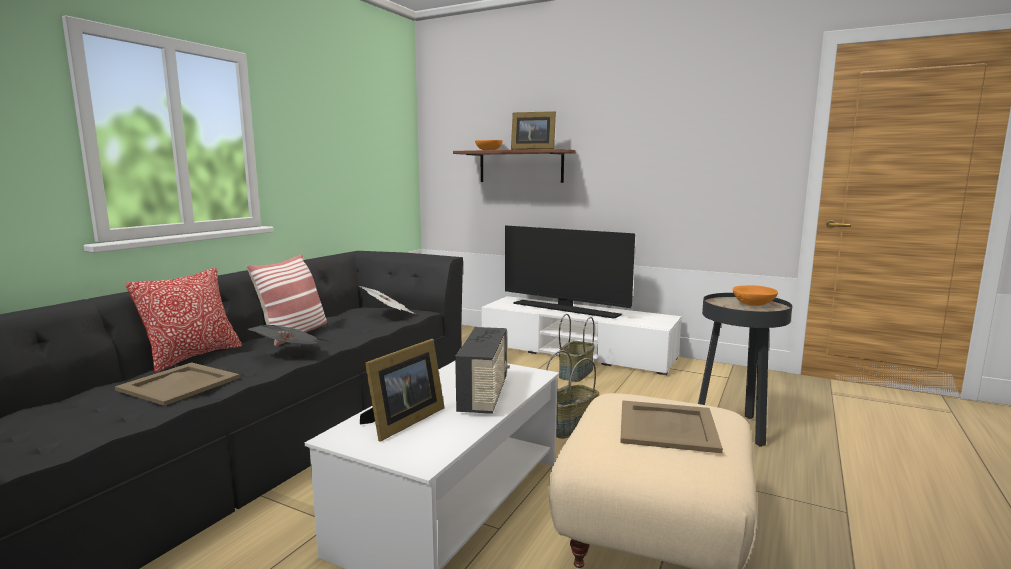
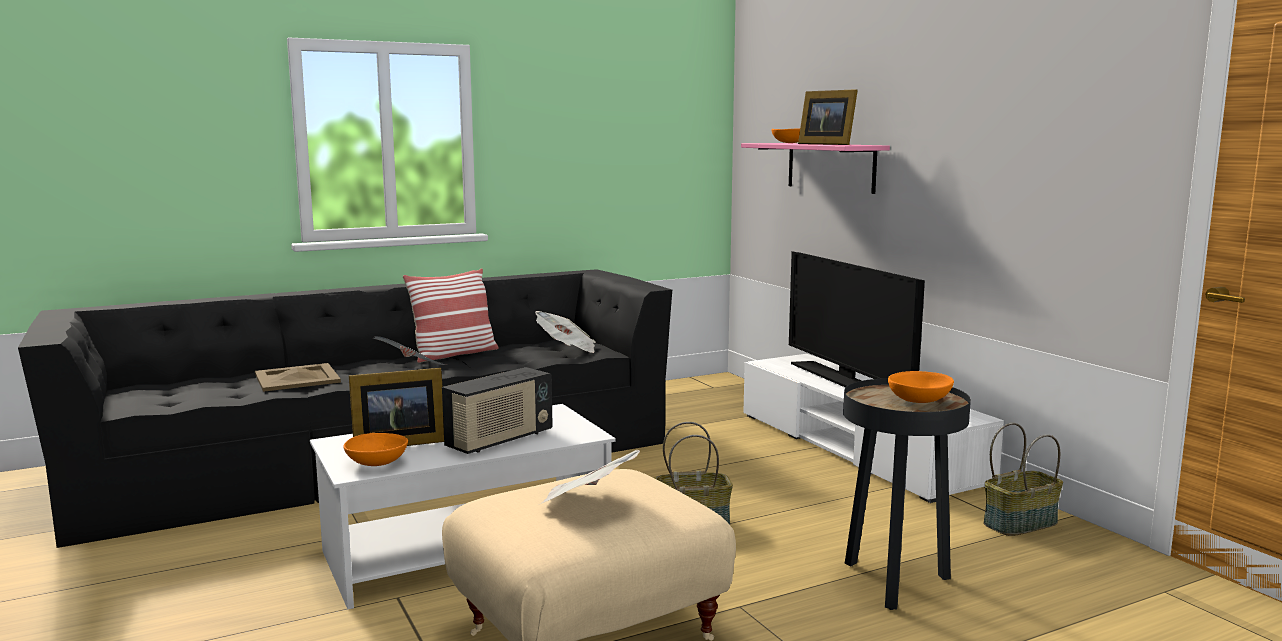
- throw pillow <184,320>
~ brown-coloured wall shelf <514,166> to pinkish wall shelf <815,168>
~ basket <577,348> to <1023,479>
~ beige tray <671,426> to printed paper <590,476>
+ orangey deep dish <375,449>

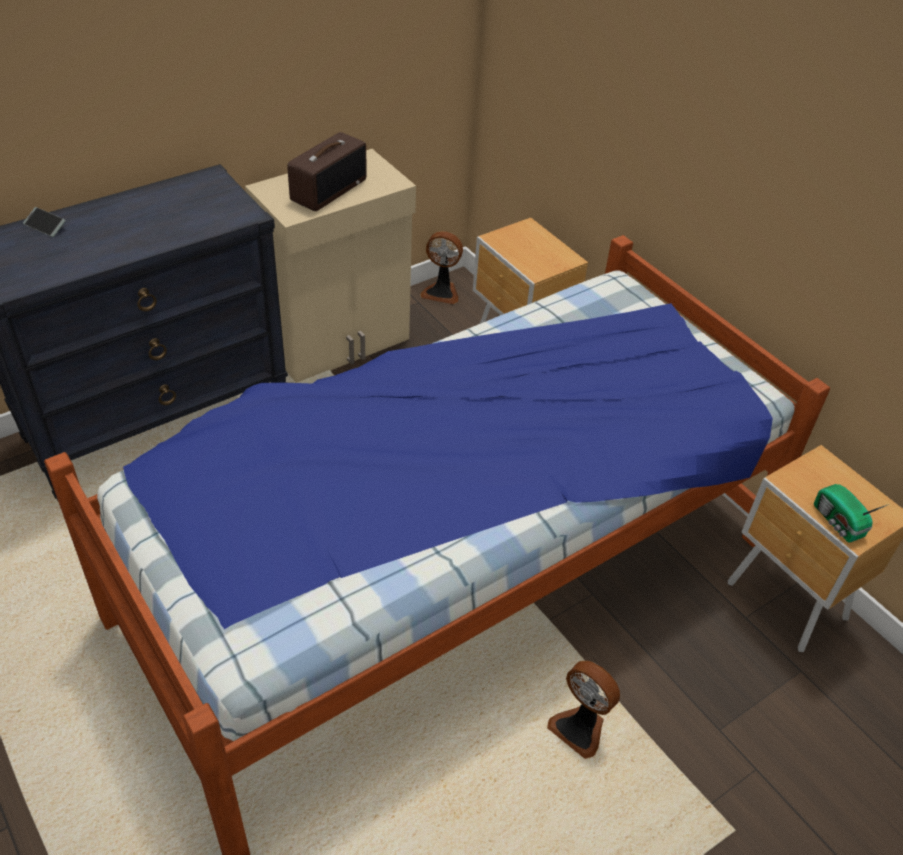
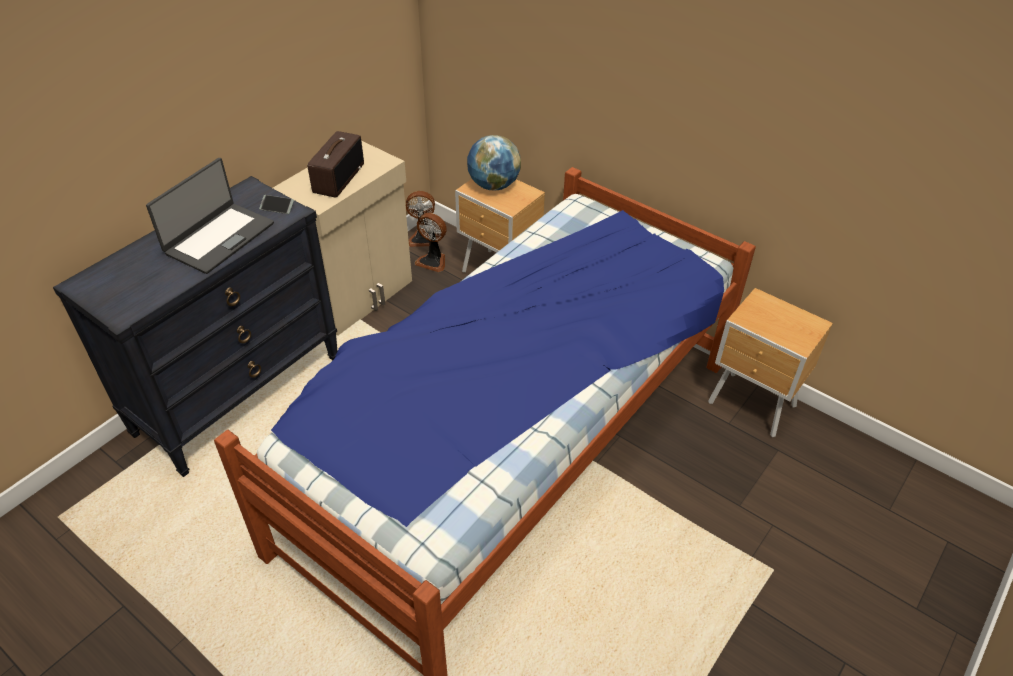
~ handset <44,222> to <276,204>
~ fan <583,710> to <431,242>
- radio receiver <851,513>
+ portable computer <210,216>
+ world globe <494,163>

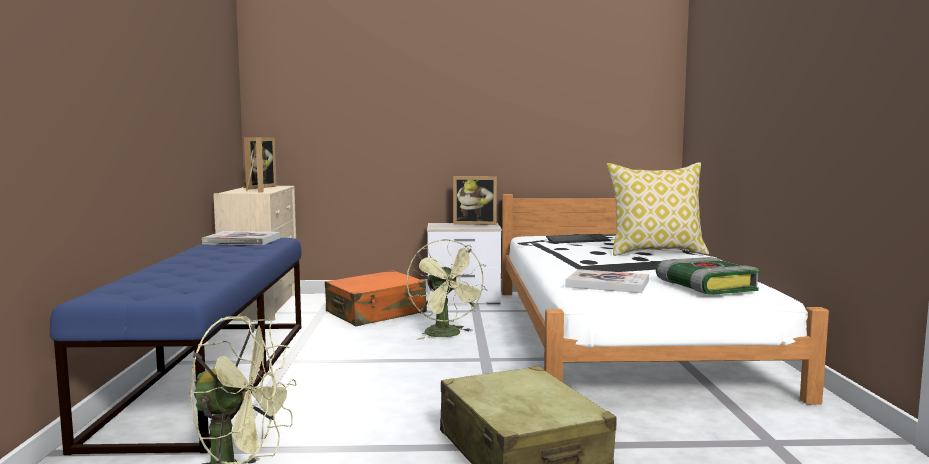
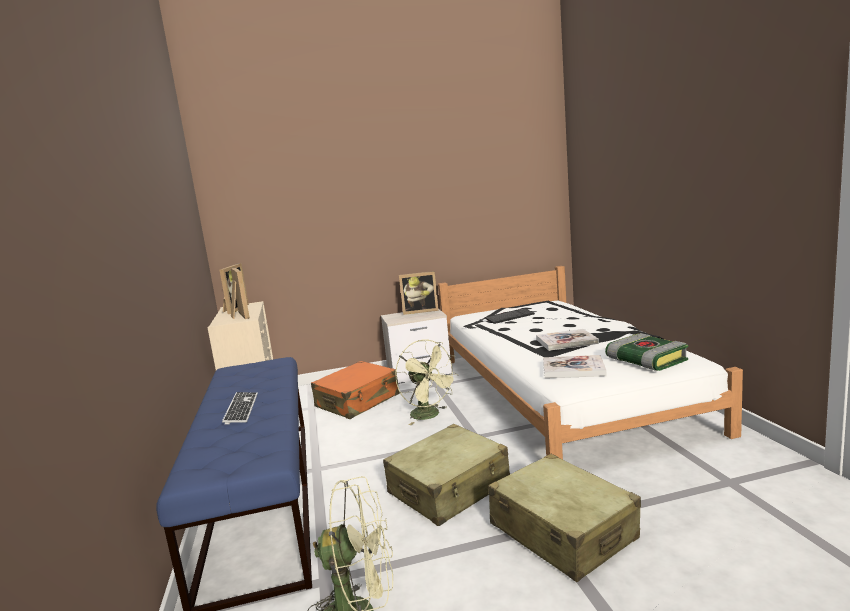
~ volume <241,238> to <567,340>
- throw pillow <658,209>
+ keyboard <240,408>
+ beige suitcase <446,475>

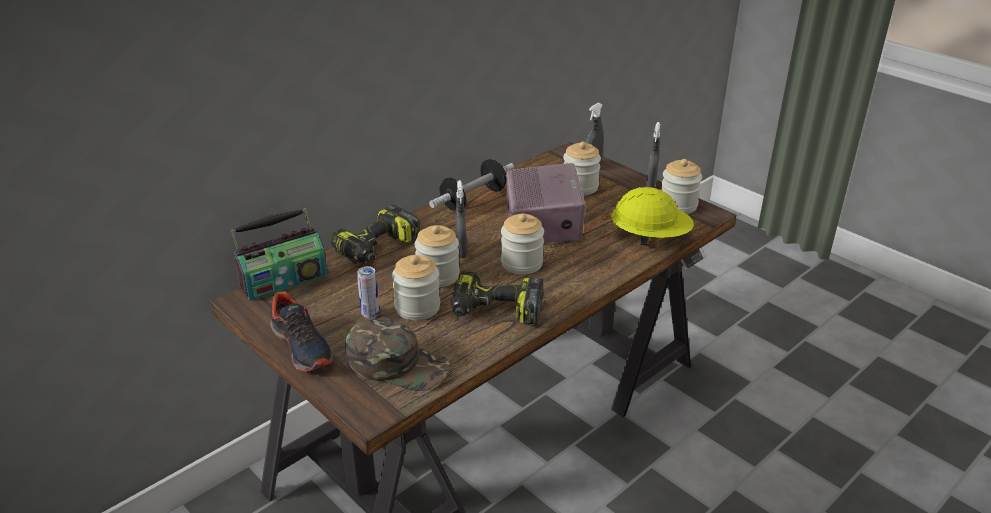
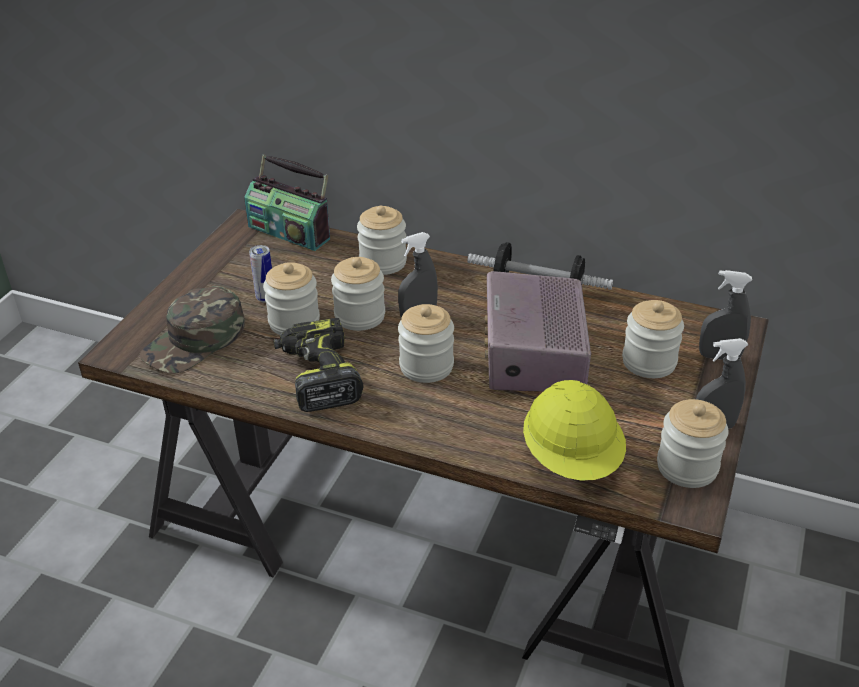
- shoe <301,331>
~ electric drill <375,234> to jar <382,240>
~ green cap <397,354> = <192,329> 45 degrees clockwise
~ radio receiver <546,202> = <537,331> 120 degrees clockwise

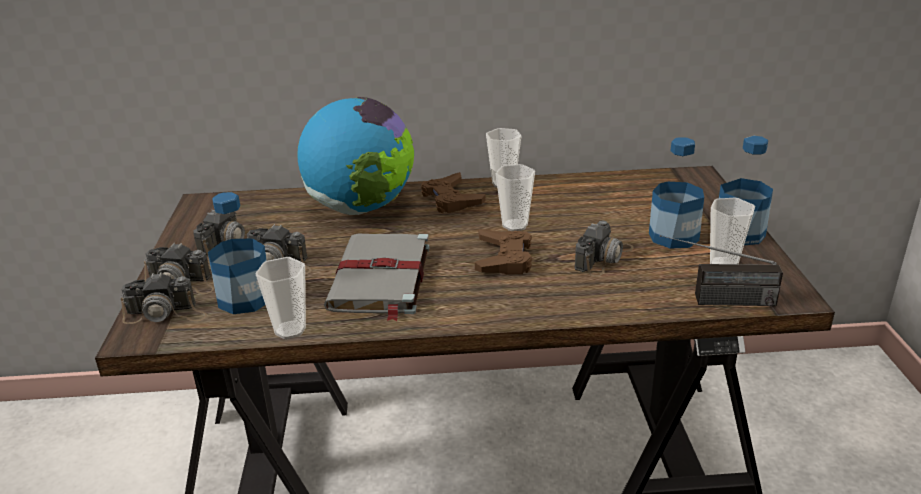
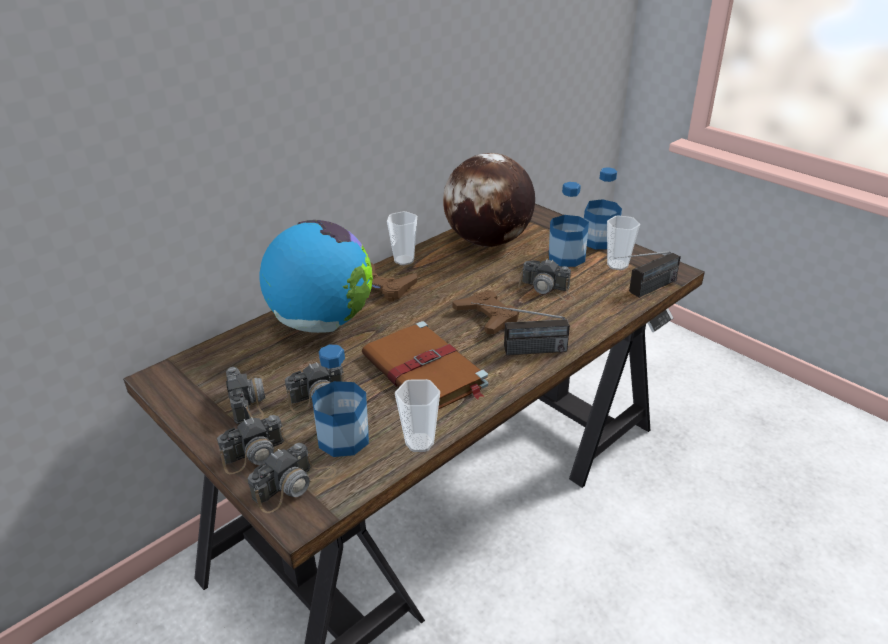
~ greyish volume <376,277> to brown-coloured volume <425,365>
- small cup <515,197>
~ still camera <604,248> = <547,280> 120 degrees clockwise
+ world globe <489,200>
+ radio receiver <520,328>

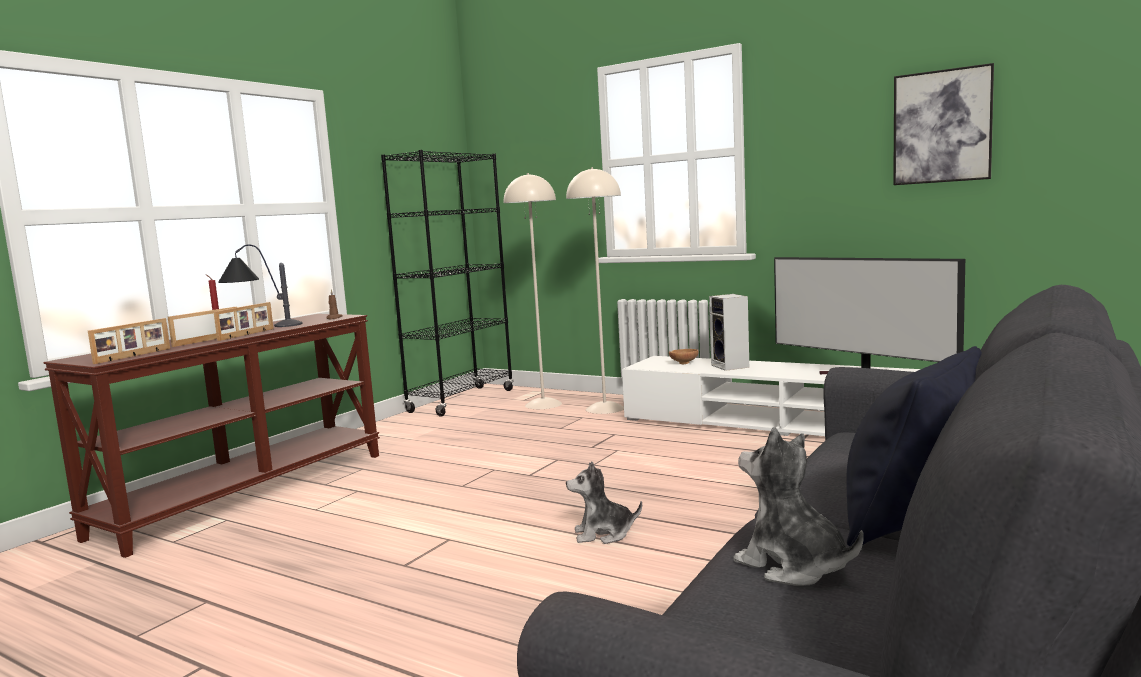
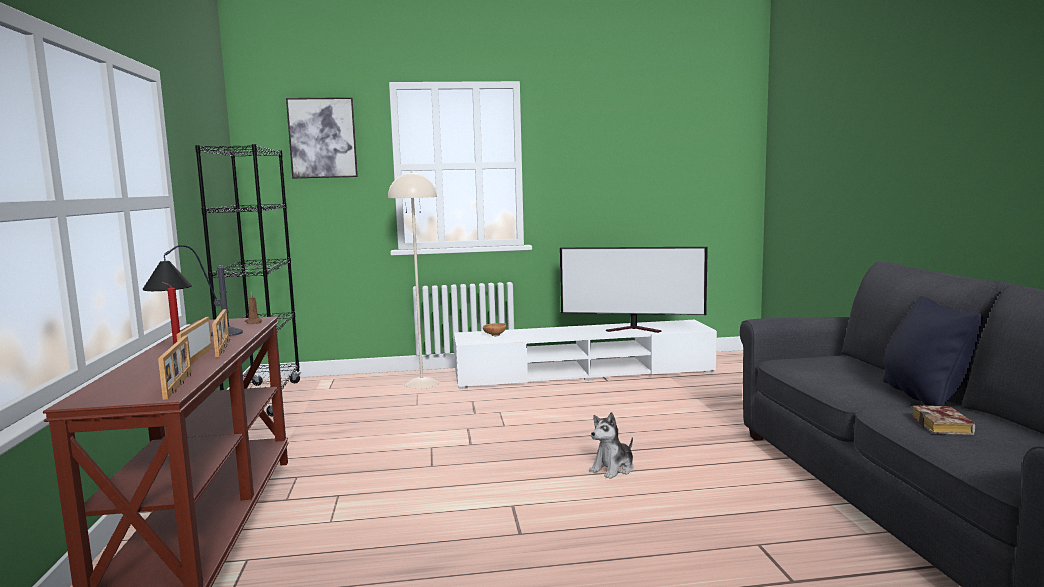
- beige standard lamp <533,291>
- speaker <729,332>
~ soft toy <798,506> to volume <943,420>
~ wall picture <943,124> to <322,138>

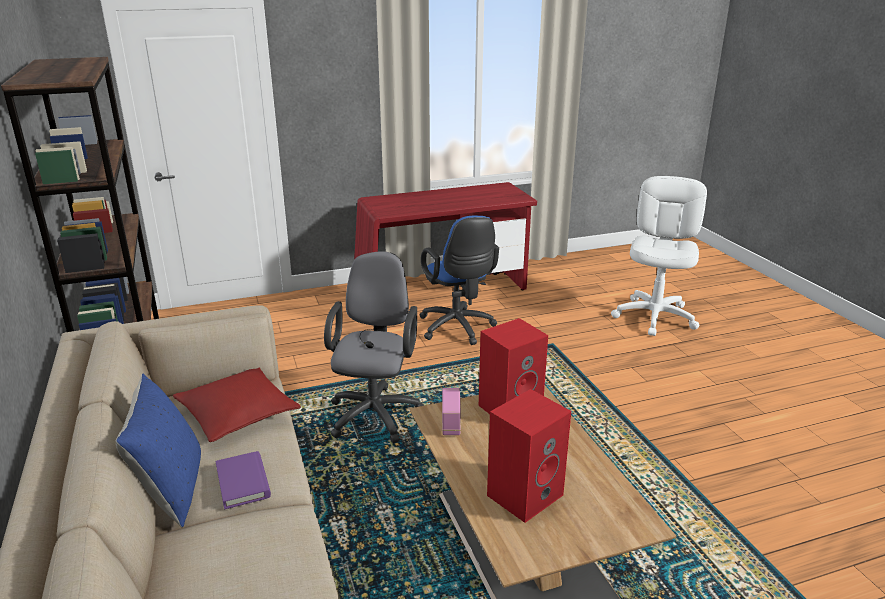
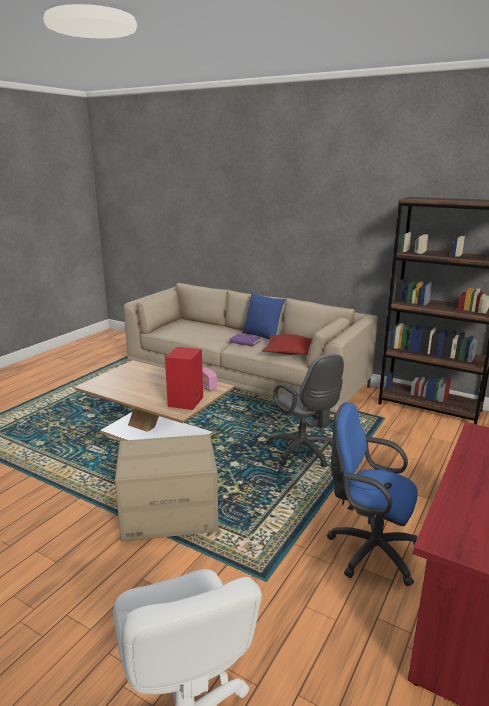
- red speaker <529,456>
+ cardboard box <166,488>

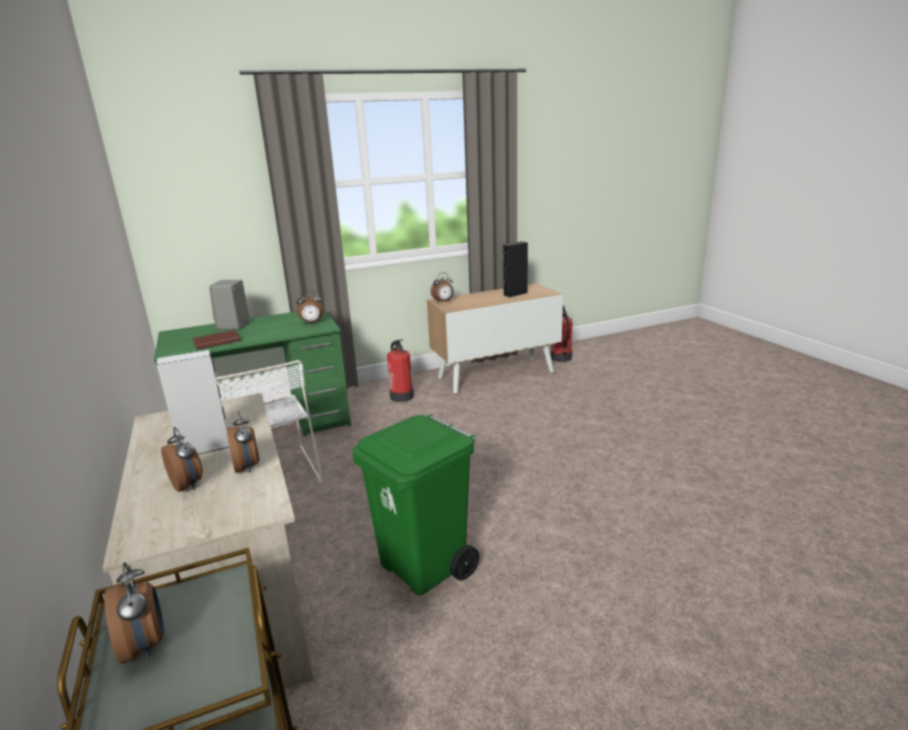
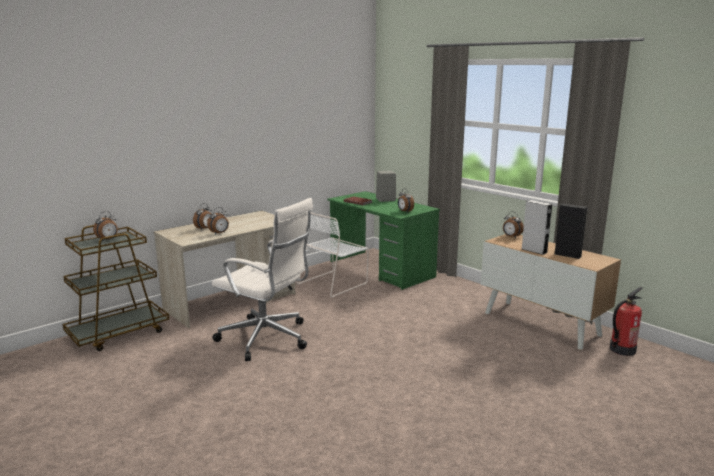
~ greyish speaker <193,402> to <537,227>
~ green rubbish bin <415,505> to white office chair <262,279>
- fire-fighting cylinder <400,371>

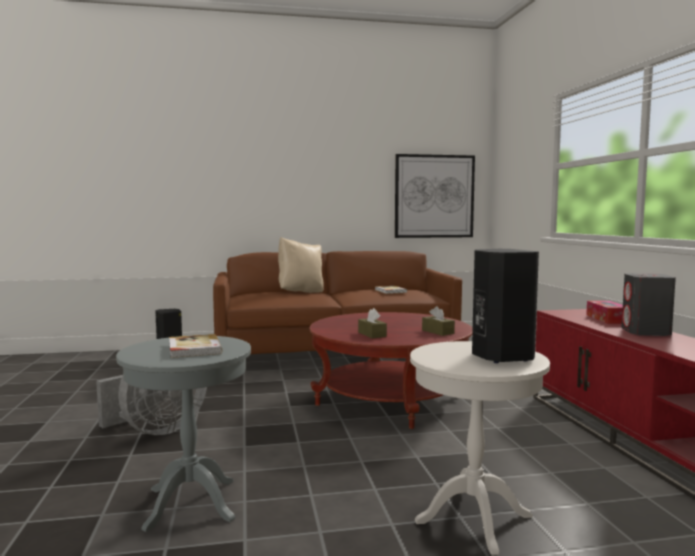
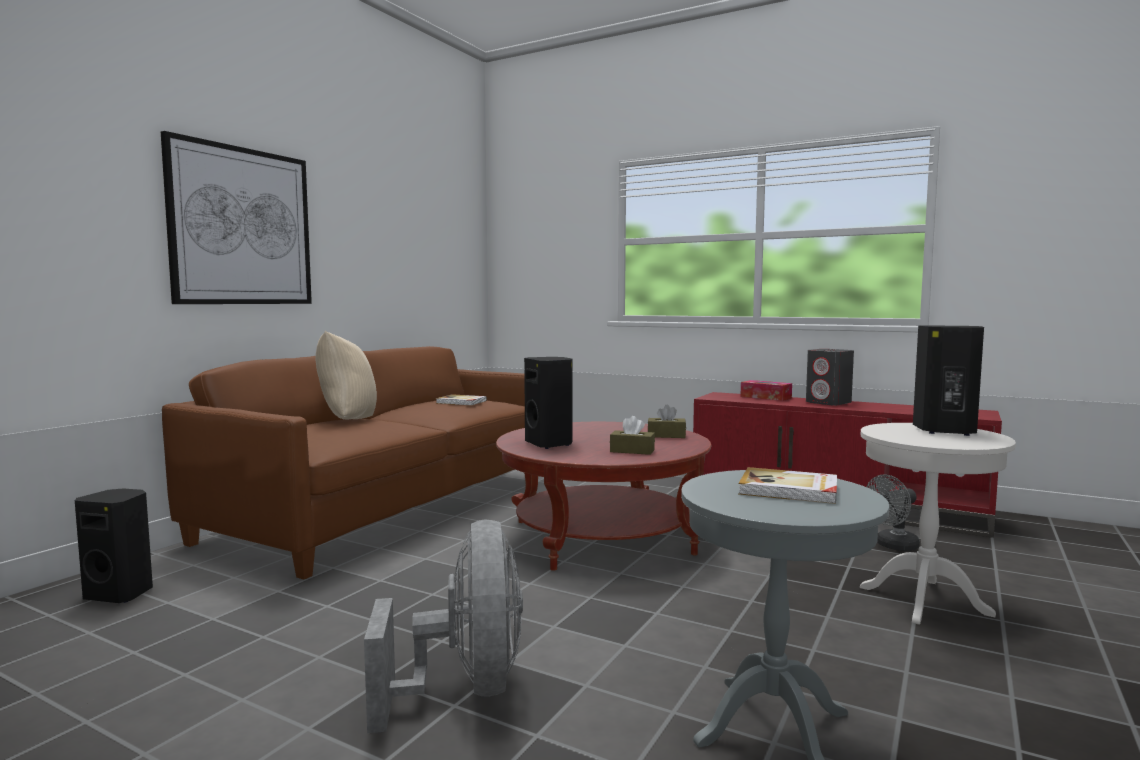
~ wall picture <435,196> to <236,217>
+ black speaker <548,403>
+ greyish fan <893,512>

